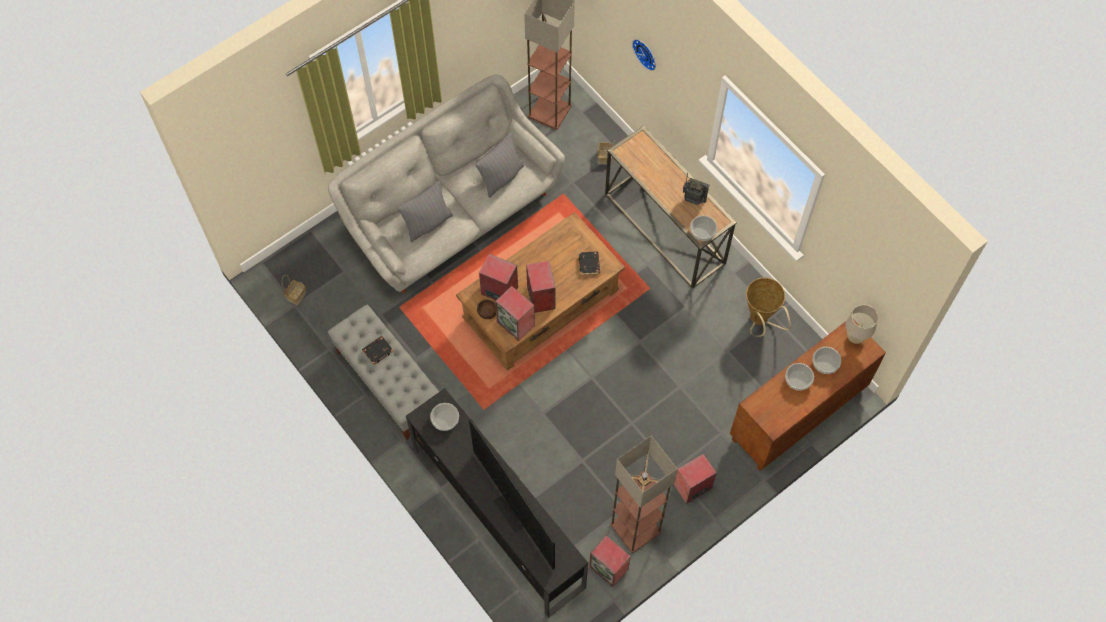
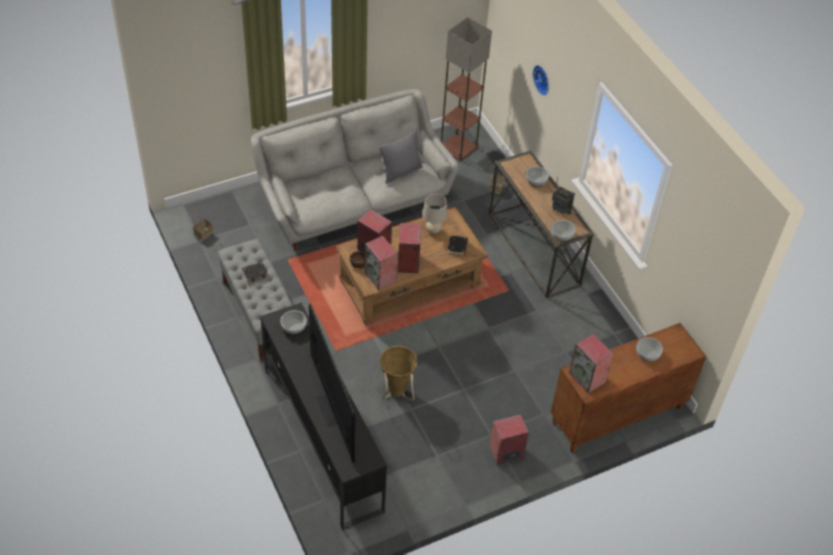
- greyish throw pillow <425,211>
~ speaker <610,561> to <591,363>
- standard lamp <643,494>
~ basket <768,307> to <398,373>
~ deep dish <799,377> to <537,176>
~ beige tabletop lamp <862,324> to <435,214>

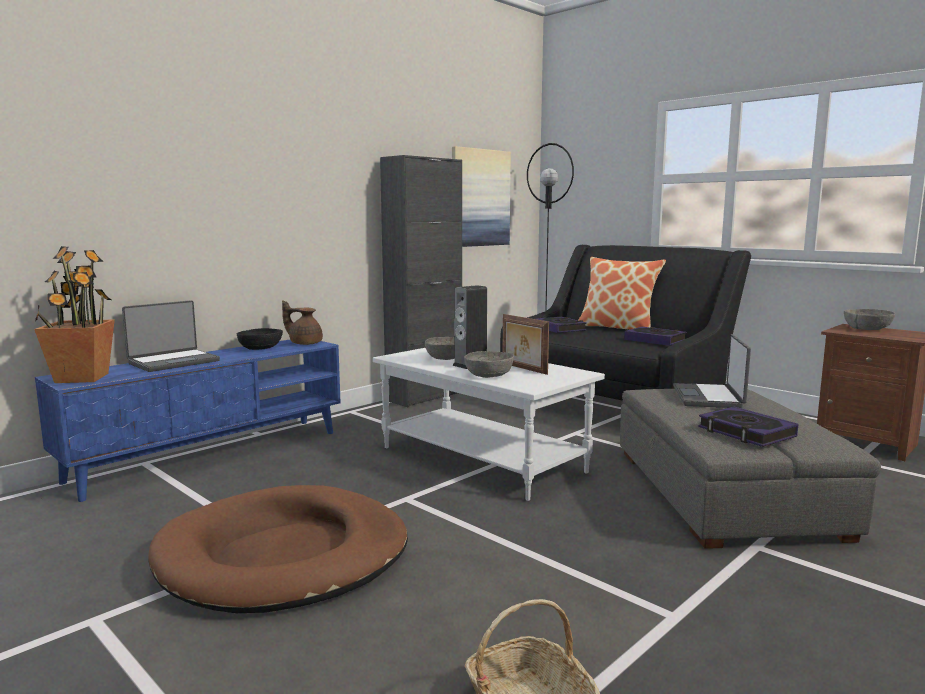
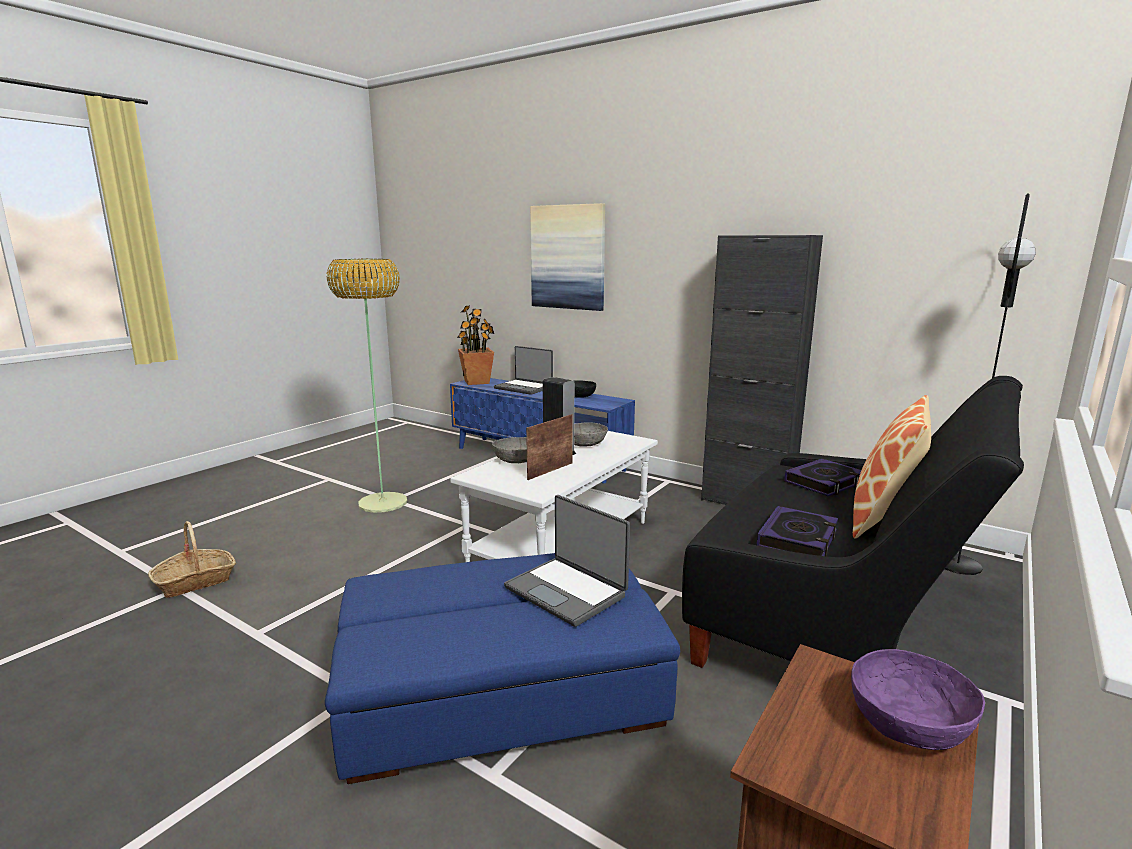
~ brown-coloured dog bed <278,549> to standard lamp <366,385>
- brown-coloured pot for tea <302,322>
~ wall picture <481,196> to <567,257>
~ greyish pouffe <750,469> to blue pouffe <502,668>
~ portable computer <712,371> = <567,561> 135 degrees counterclockwise
- volume <748,427>
~ greyish deep dish <869,319> to purple deep dish <918,699>

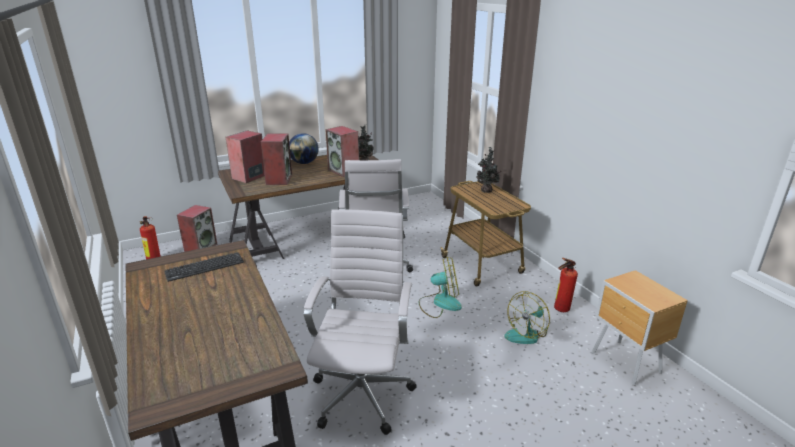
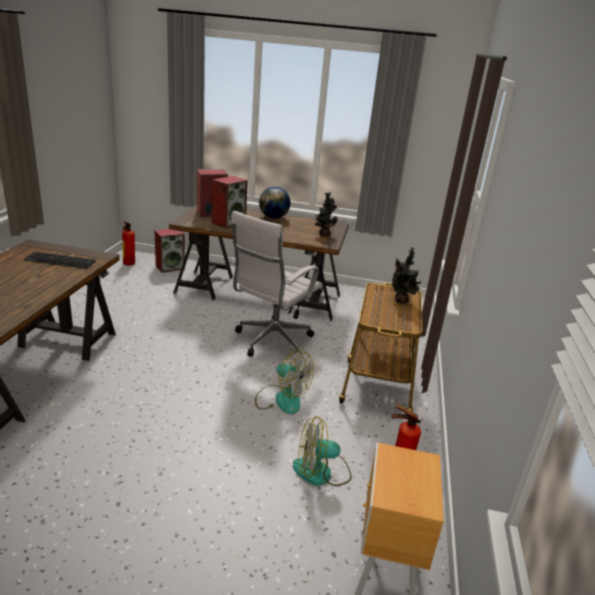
- white office chair <360,322>
- speaker <342,151>

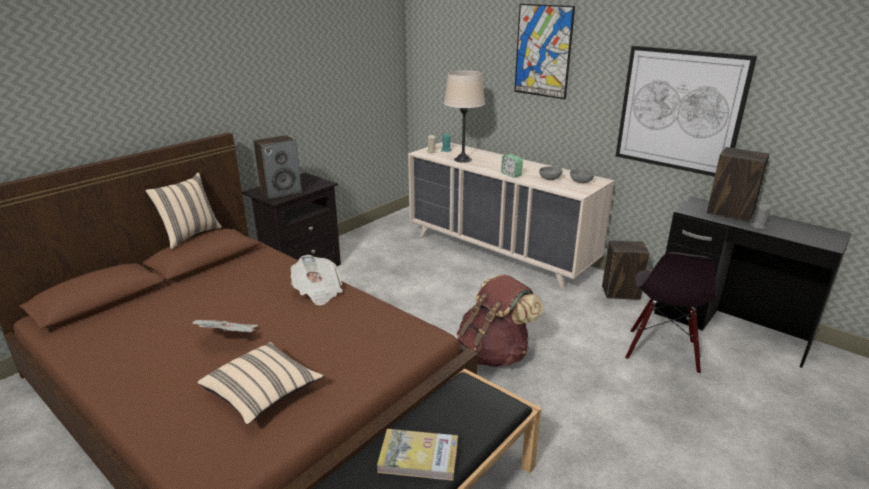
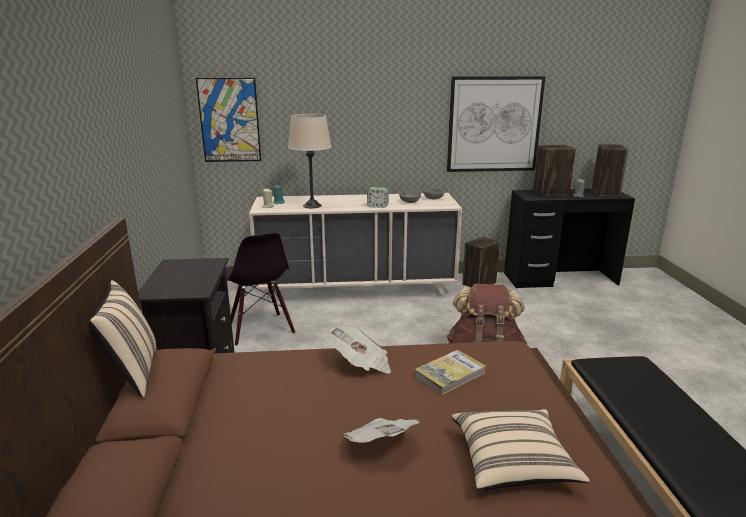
~ speaker <277,167> to <610,170>
~ volume <417,455> to <450,372>
~ wall picture <544,51> to <228,120>
~ black plain chair <671,313> to <260,289>

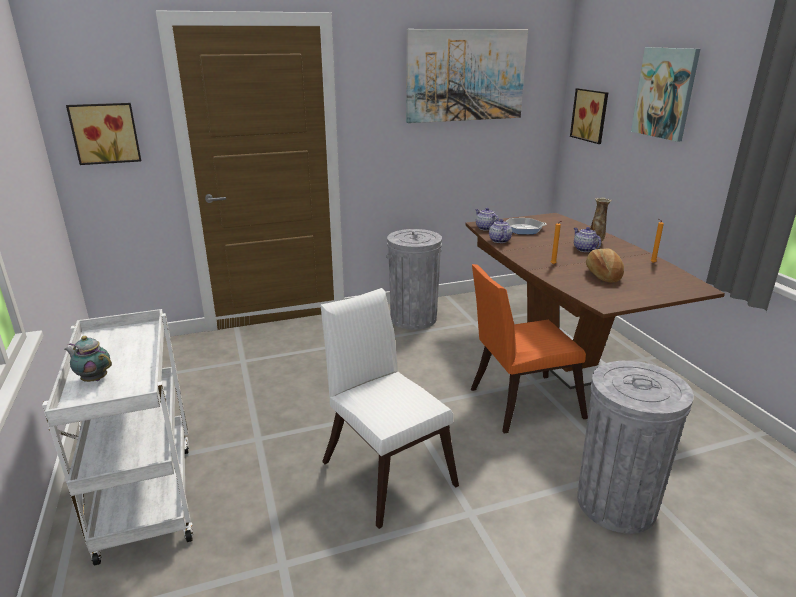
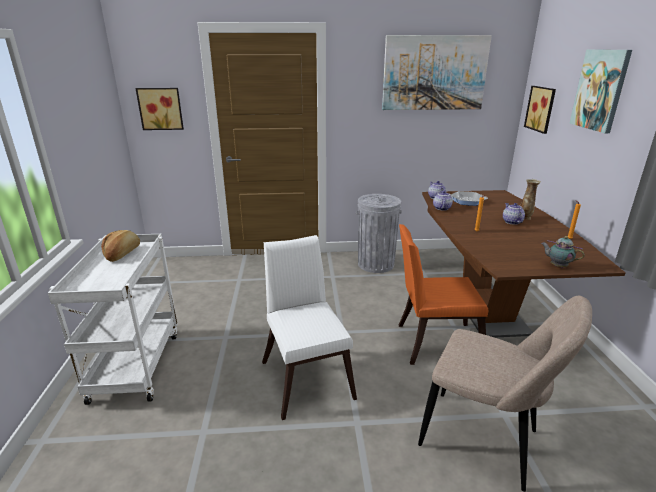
~ pot for tea <88,359> to <563,252>
~ greyish rubbish bin <635,447> to beige plain chair <505,394>
~ baked bread <605,265> to <120,246>

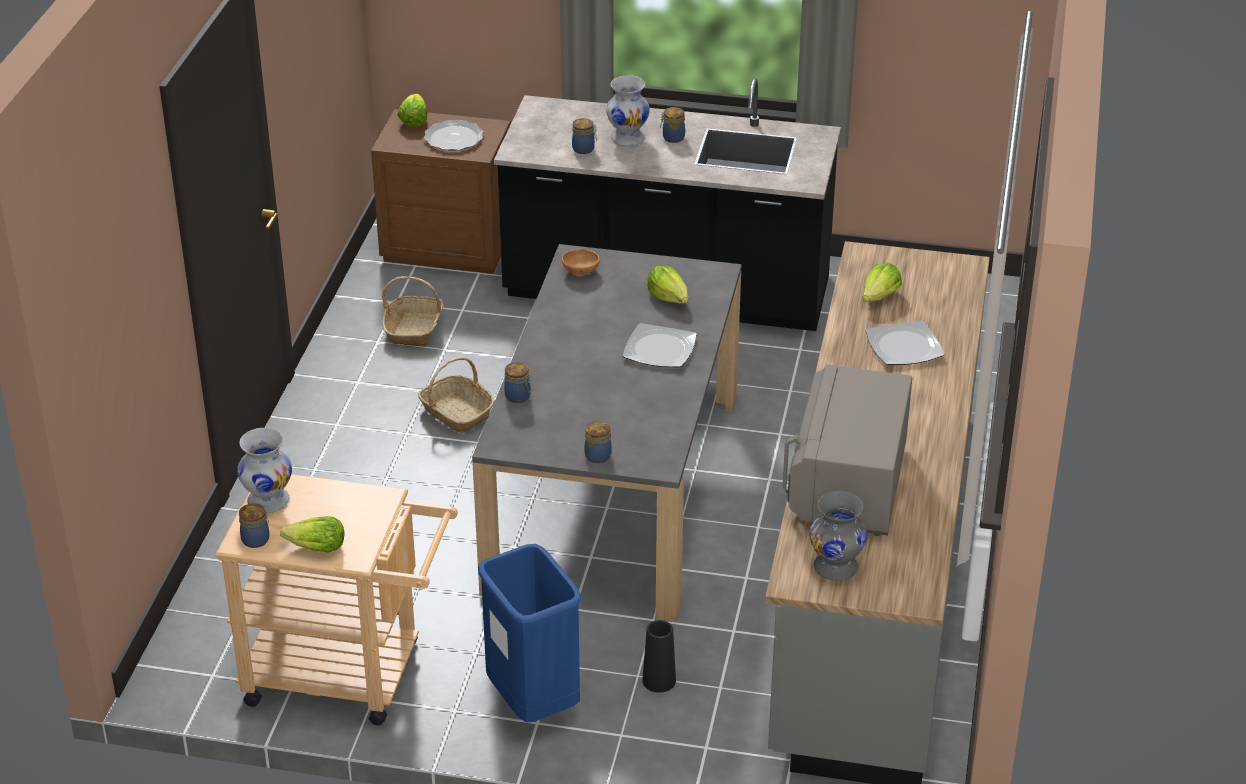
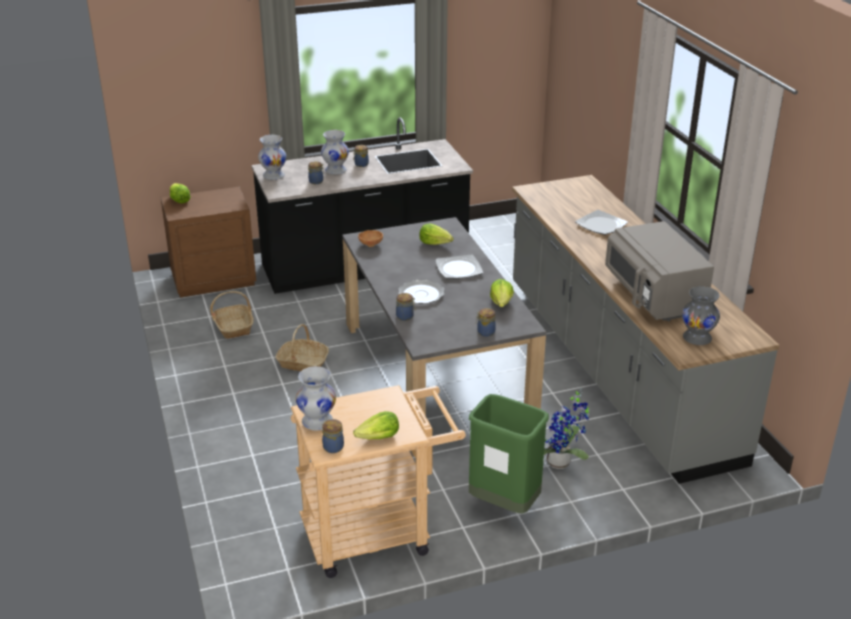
~ dinner plate <453,135> to <421,292>
~ blue rubbish bin <529,633> to green rubbish bin <509,453>
~ black decorative vase <659,656> to houseplant <566,429>
~ head of lettuce <882,282> to <502,293>
+ white decorative vase <272,157>

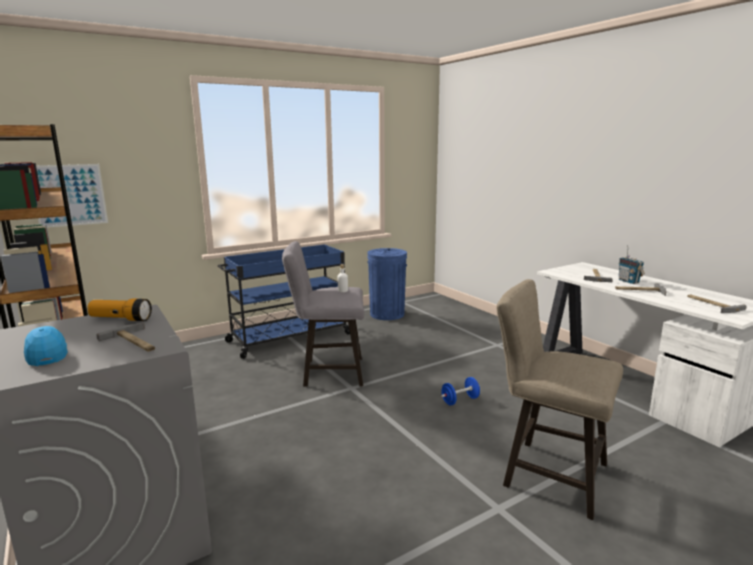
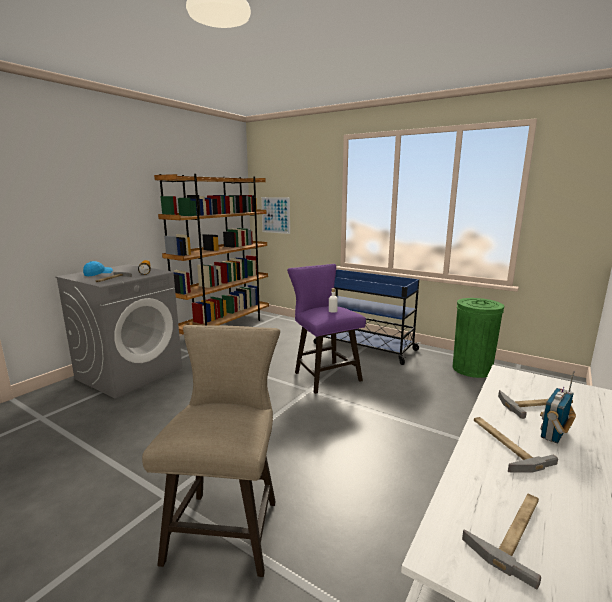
~ greyish stool <323,314> to purple stool <326,329>
~ blue rubbish bin <387,284> to green rubbish bin <478,338>
- blue hand weight <460,391>

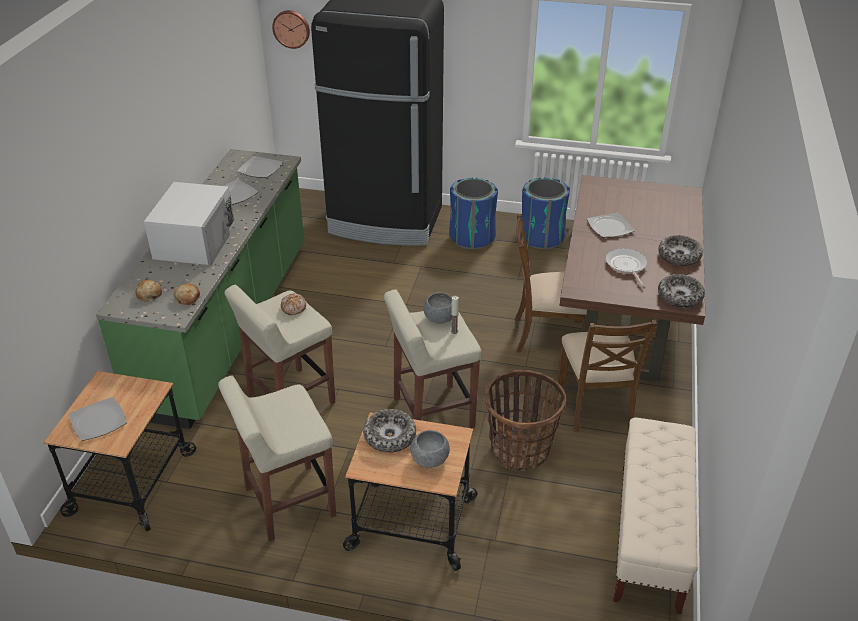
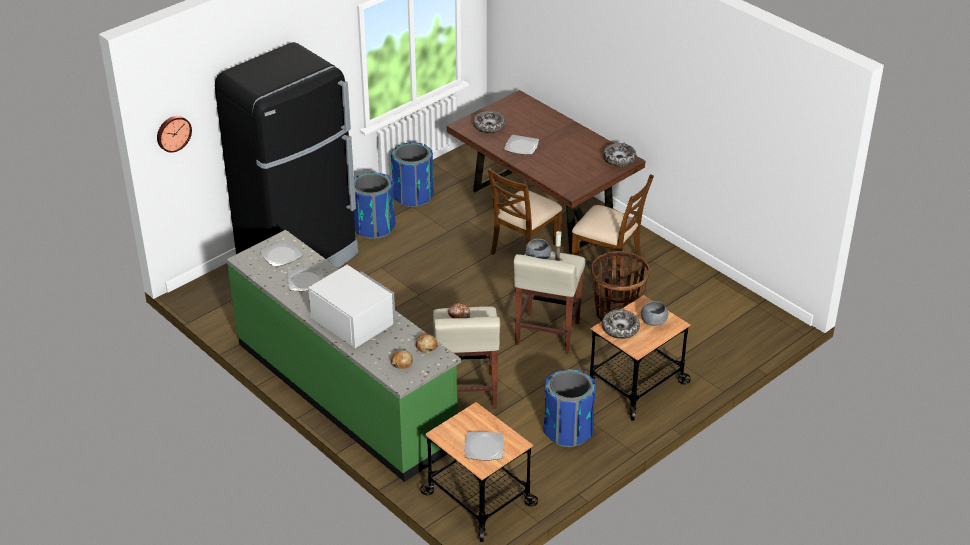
~ beige stool <277,458> to blue rubbish bin <569,408>
- frying pan <626,267>
- beige indoor bench <655,516>
~ deep dish <681,250> to <489,122>

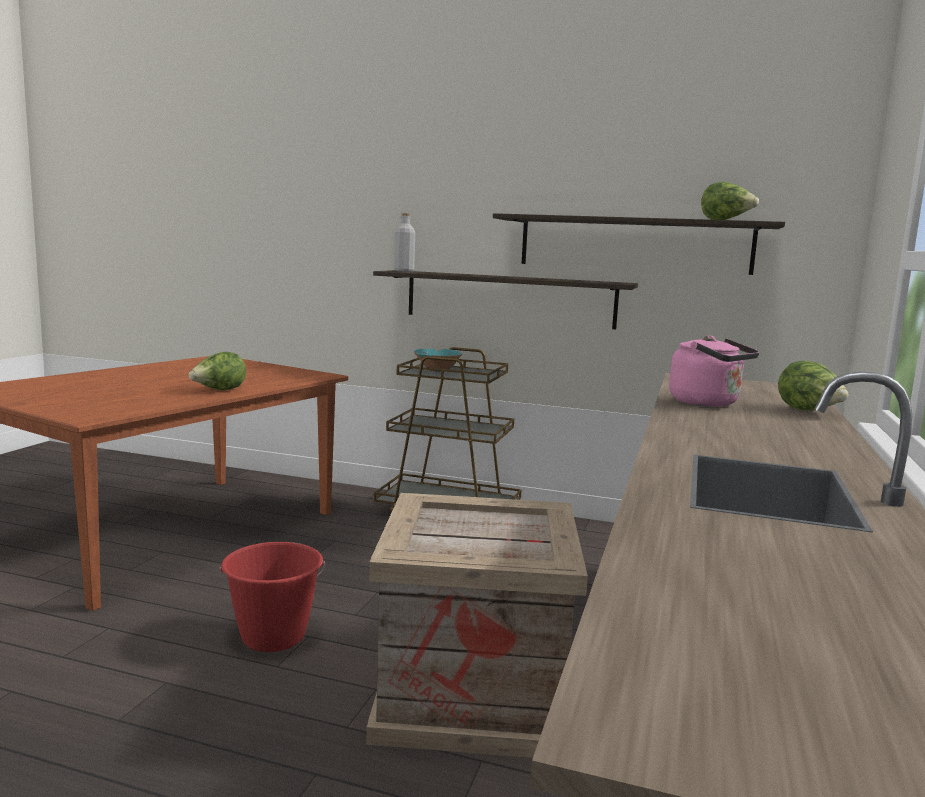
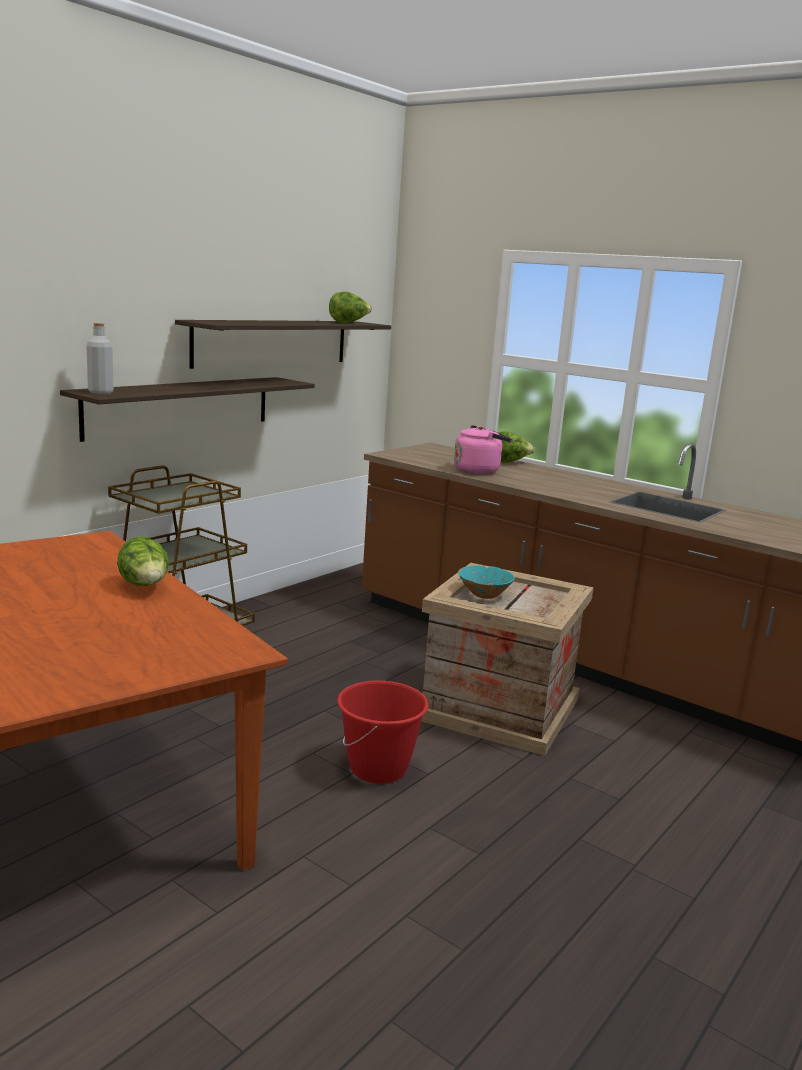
~ turquoise deep dish <438,360> to <486,582>

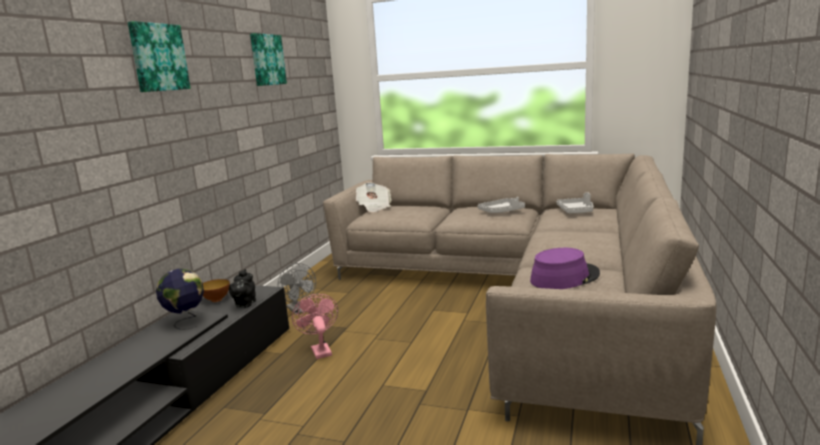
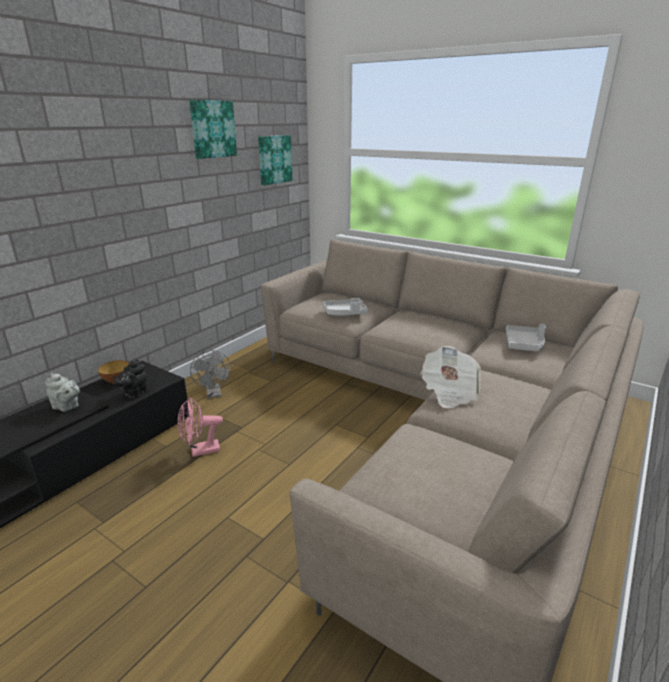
~ wall picture <159,56> to <275,160>
~ world globe <180,299> to greyish pot for tea <62,392>
~ pinkish fan <315,326> = <200,427> 105 degrees counterclockwise
~ printed paper <373,197> to <451,377>
~ greyish tray <501,205> to <345,306>
- purple clothing hat <565,268>

